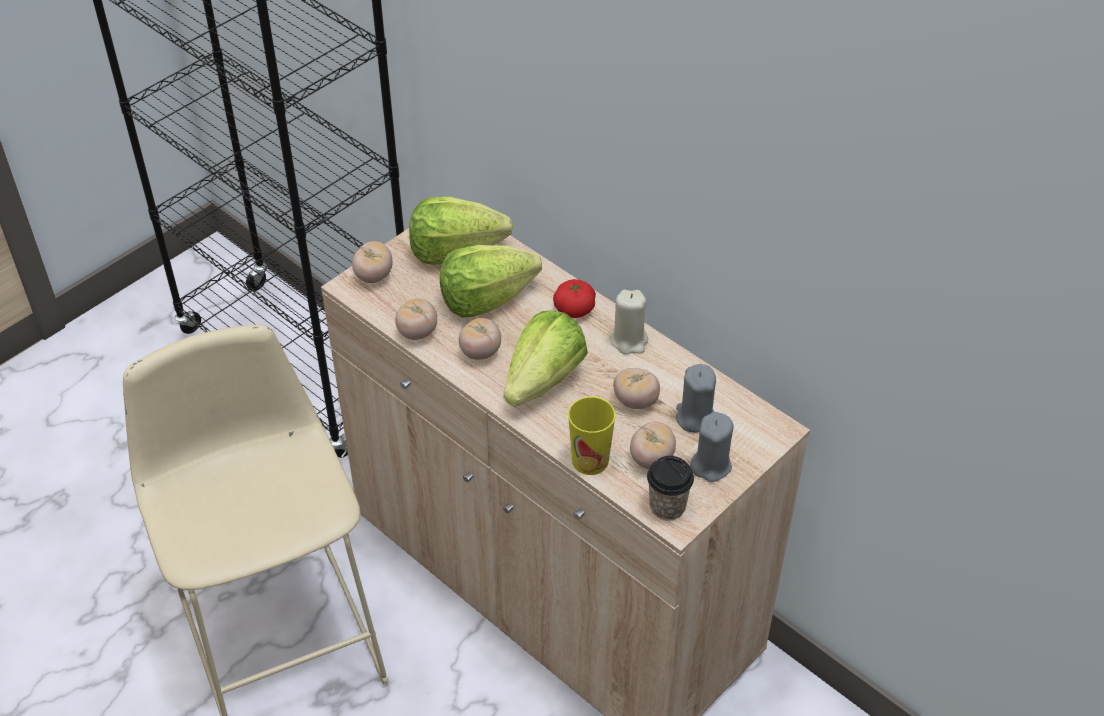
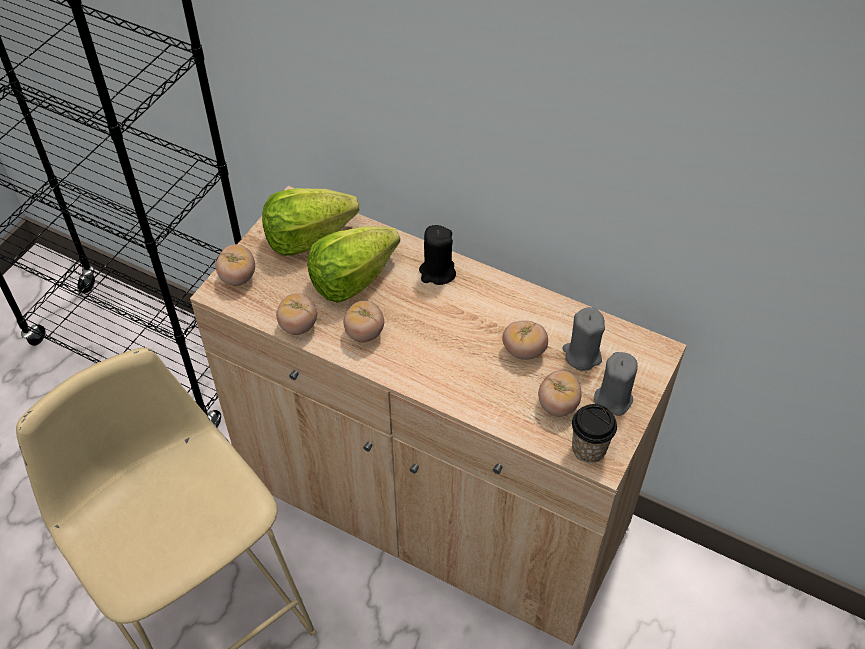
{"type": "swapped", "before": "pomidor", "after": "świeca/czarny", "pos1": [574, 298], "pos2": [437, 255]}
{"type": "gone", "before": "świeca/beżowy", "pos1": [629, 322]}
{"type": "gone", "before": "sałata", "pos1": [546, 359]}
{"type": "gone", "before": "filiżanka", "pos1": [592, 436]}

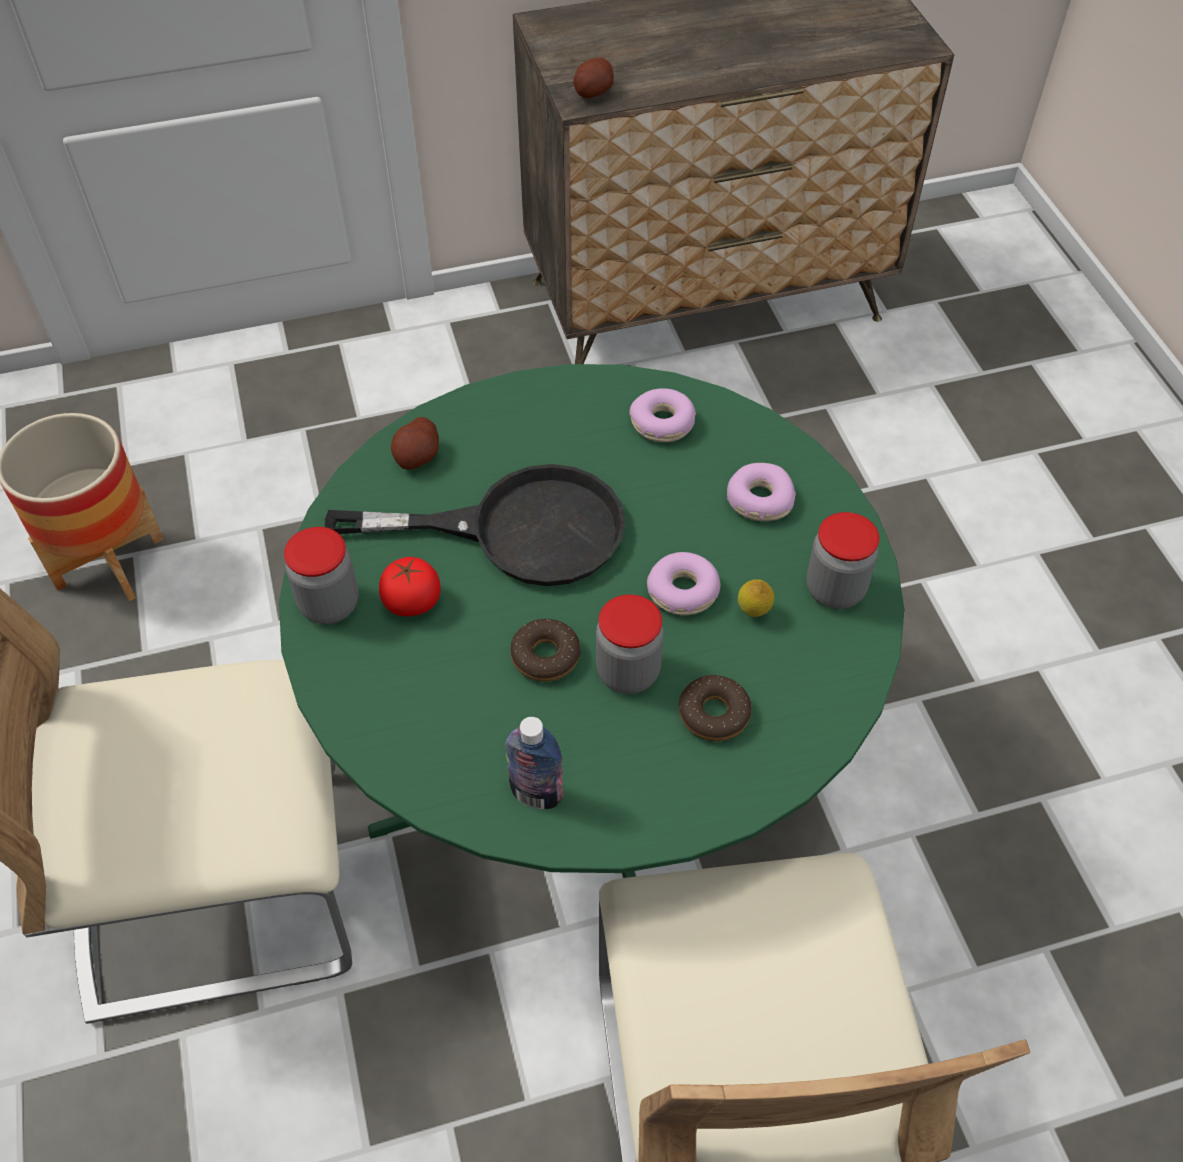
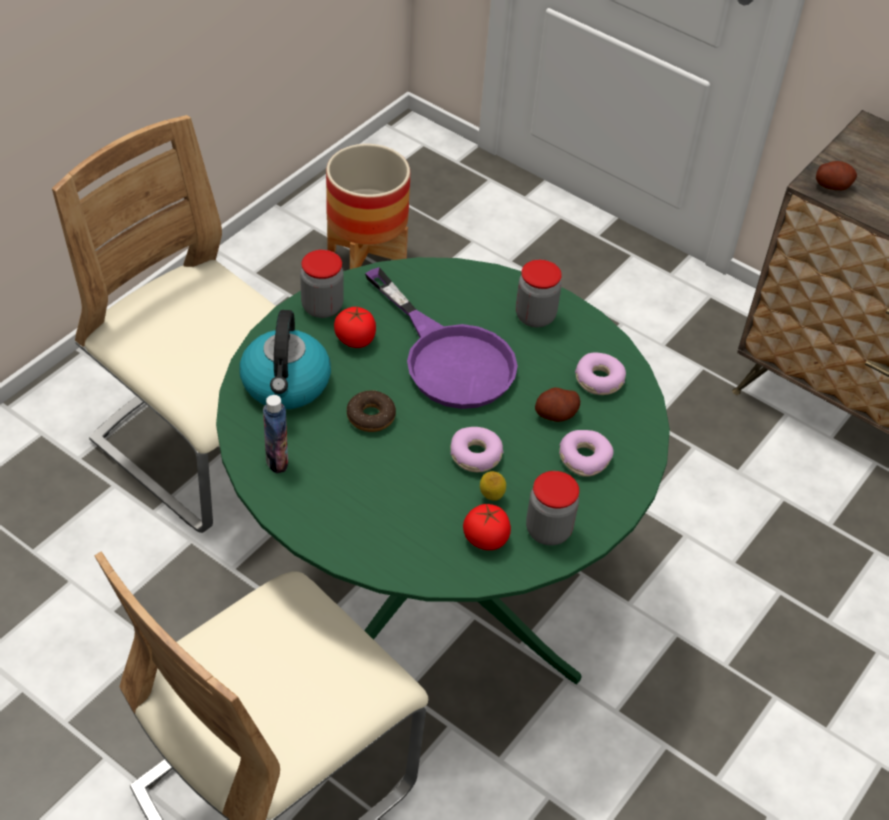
{"type": "shifted", "before": "ziemniak", "pos1": [415, 443], "pos2": [557, 404]}
{"type": "repainted", "before": "patelnia/czarny", "after": "patelnia/fioletowy", "pos1": [475, 525], "pos2": [441, 338]}
{"type": "shifted", "before": "słoik", "pos1": [630, 644], "pos2": [539, 293]}
{"type": "gone", "before": "donut", "pos1": [715, 708]}
{"type": "new", "after": "czajnik", "pos2": [285, 359]}
{"type": "new", "after": "pomidor", "pos2": [487, 527]}

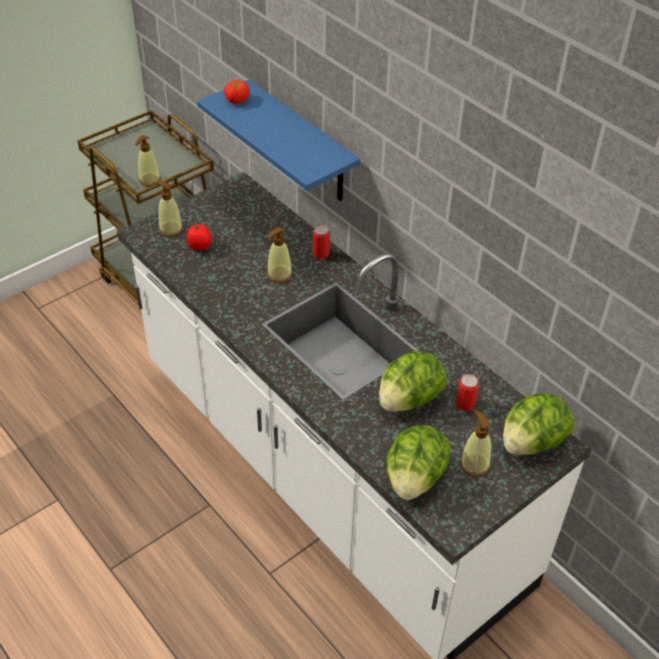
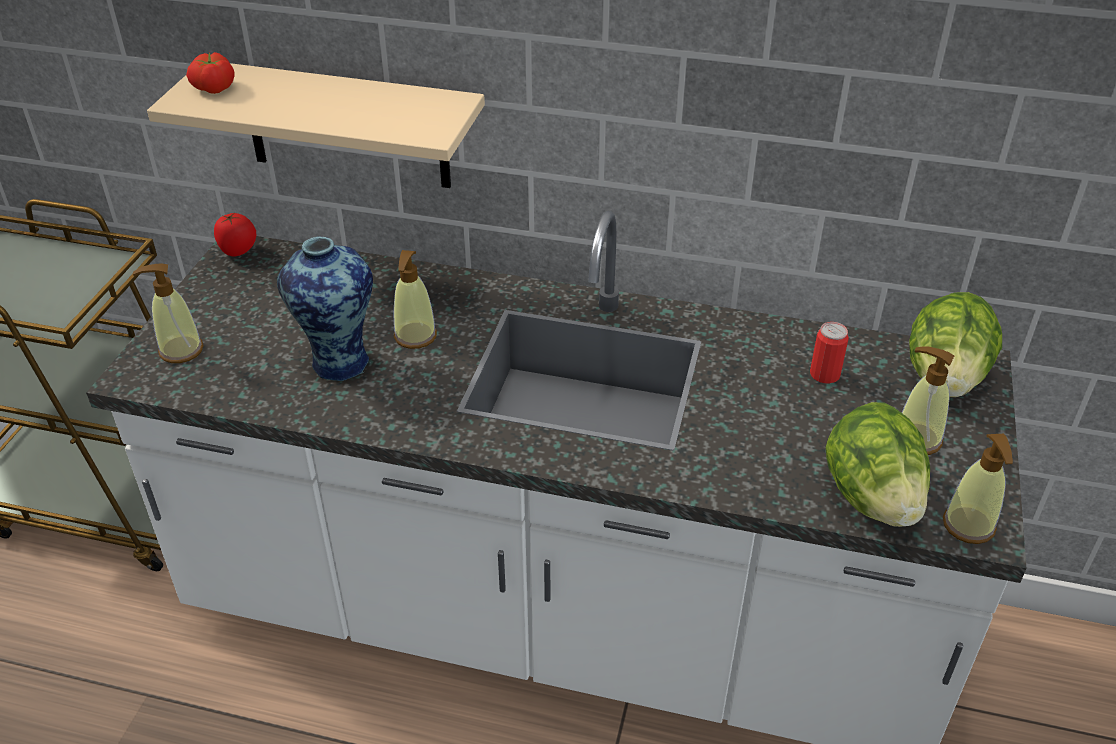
{"type": "repainted", "before": "półka/niebieski", "after": "półka/beżowy", "pos1": [278, 140], "pos2": [316, 125]}
{"type": "shifted", "before": "dozownik mydła", "pos1": [148, 160], "pos2": [978, 489]}
{"type": "shifted", "before": "pomidor", "pos1": [199, 237], "pos2": [235, 234]}
{"type": "gone", "before": "puszka", "pos1": [321, 242]}
{"type": "gone", "before": "sałata", "pos1": [413, 381]}
{"type": "new", "after": "wazon", "pos2": [325, 308]}

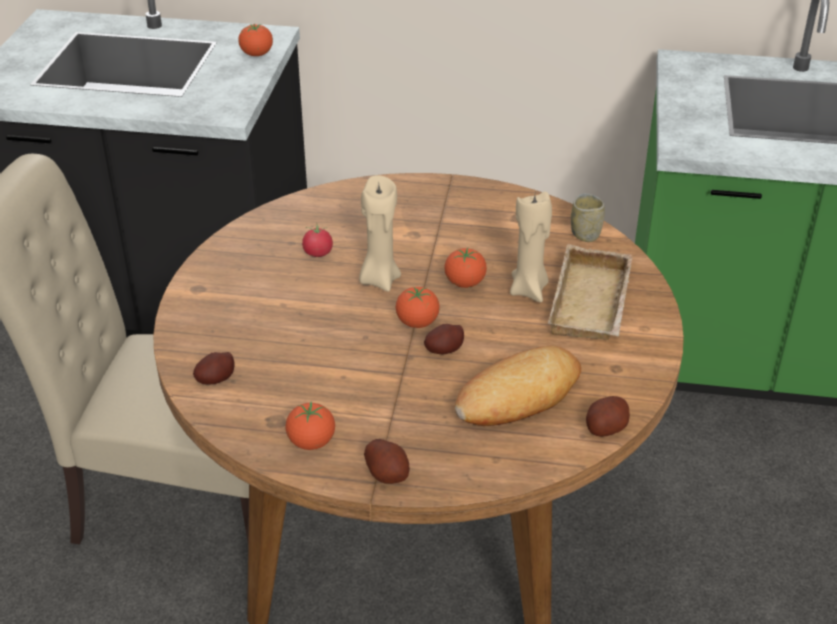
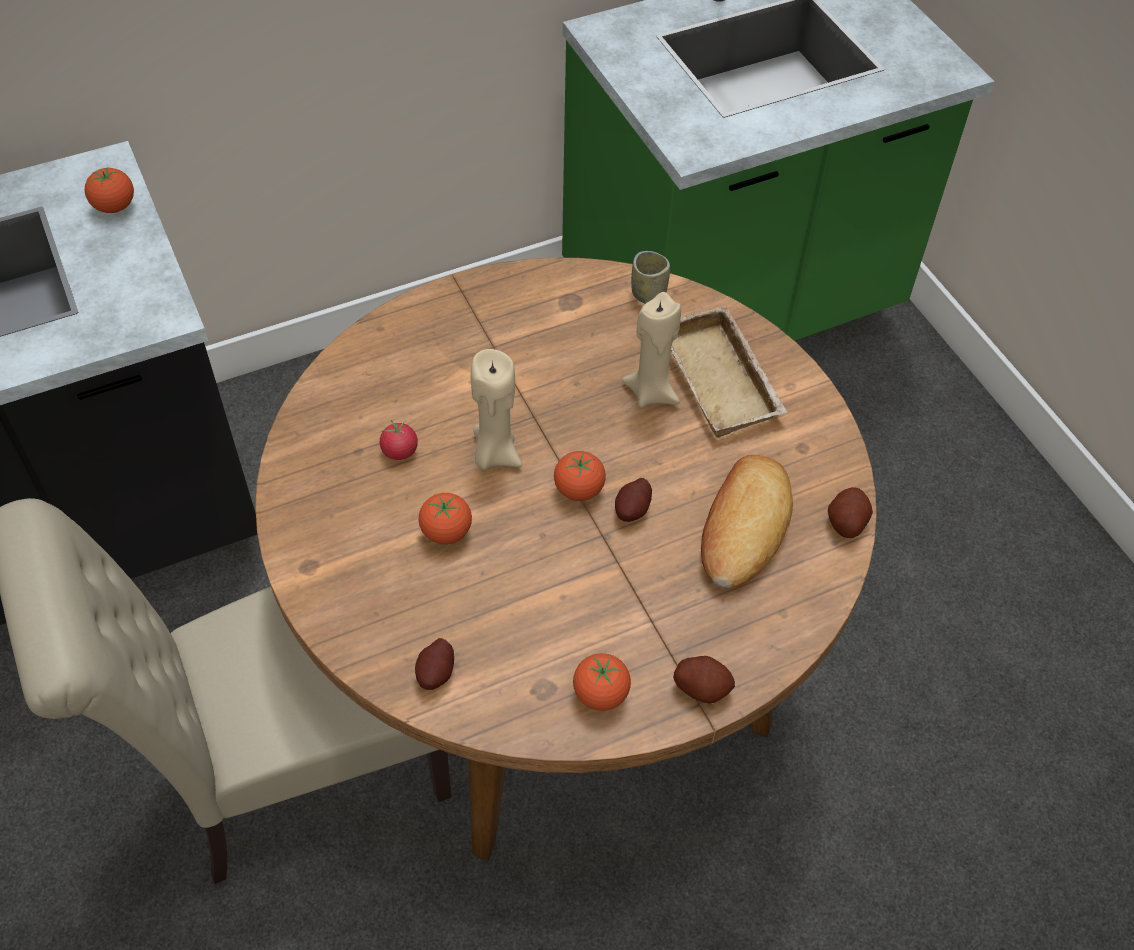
{"type": "shifted", "before": "pomidor", "pos1": [466, 268], "pos2": [445, 518]}

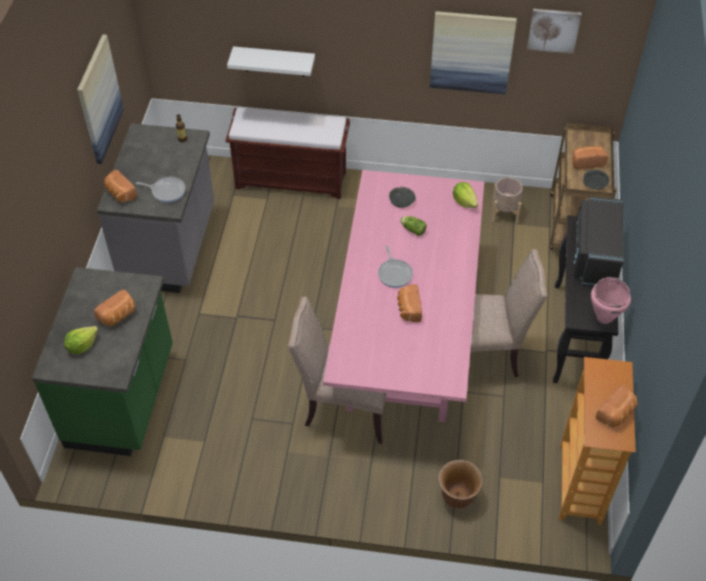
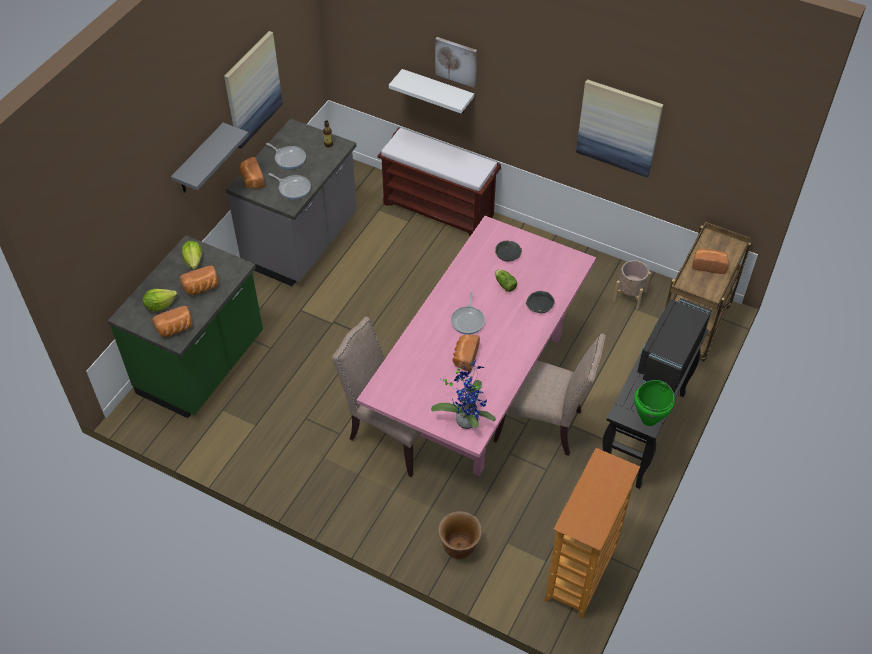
{"type": "shifted", "before": "obraz", "pos1": [554, 31], "pos2": [456, 62]}
{"type": "shifted", "before": "miska/szary", "pos1": [596, 179], "pos2": [540, 302]}
{"type": "shifted", "before": "sałata", "pos1": [465, 195], "pos2": [192, 255]}
{"type": "repainted", "before": "garnek/różowy", "after": "garnek/zielony", "pos1": [611, 300], "pos2": [654, 403]}
{"type": "shifted", "before": "chleb", "pos1": [617, 406], "pos2": [172, 321]}
{"type": "new", "after": "półka/szary", "pos2": [210, 158]}
{"type": "new", "after": "patelnia", "pos2": [286, 156]}
{"type": "new", "after": "roślina doniczkowa", "pos2": [463, 394]}

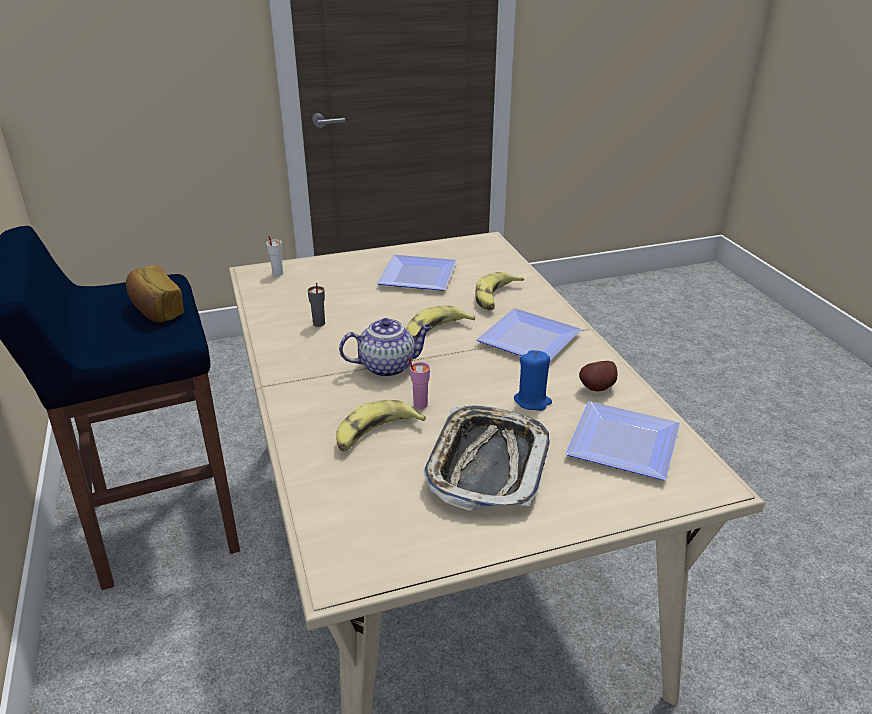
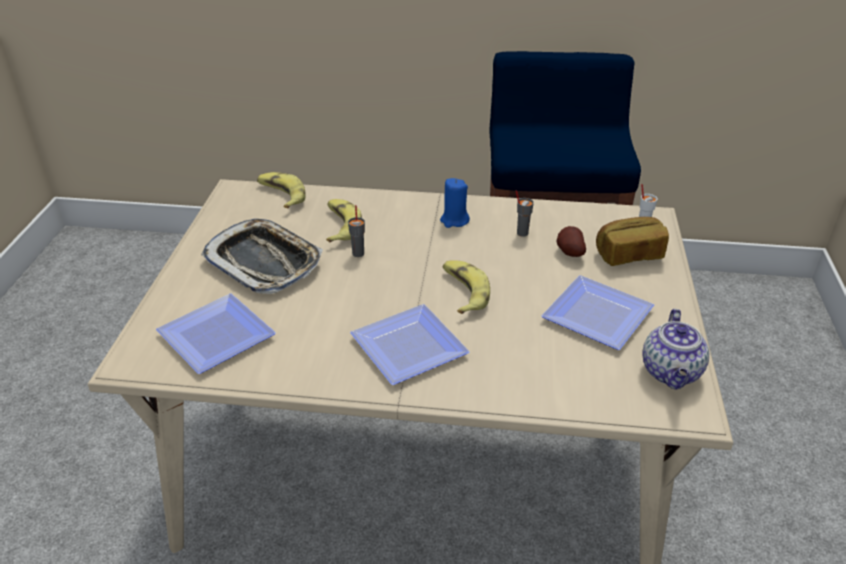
{"type": "shifted", "before": "chleb", "pos1": [155, 293], "pos2": [632, 241]}
{"type": "shifted", "before": "banan", "pos1": [499, 291], "pos2": [281, 190]}
{"type": "shifted", "before": "imbryk", "pos1": [385, 347], "pos2": [675, 349]}
{"type": "shifted", "before": "świeca/niebieski", "pos1": [533, 380], "pos2": [455, 203]}
{"type": "repainted", "before": "filiżanka/różowy", "after": "filiżanka/szary", "pos1": [419, 383], "pos2": [356, 231]}
{"type": "shifted", "before": "ziemniak", "pos1": [598, 376], "pos2": [571, 241]}

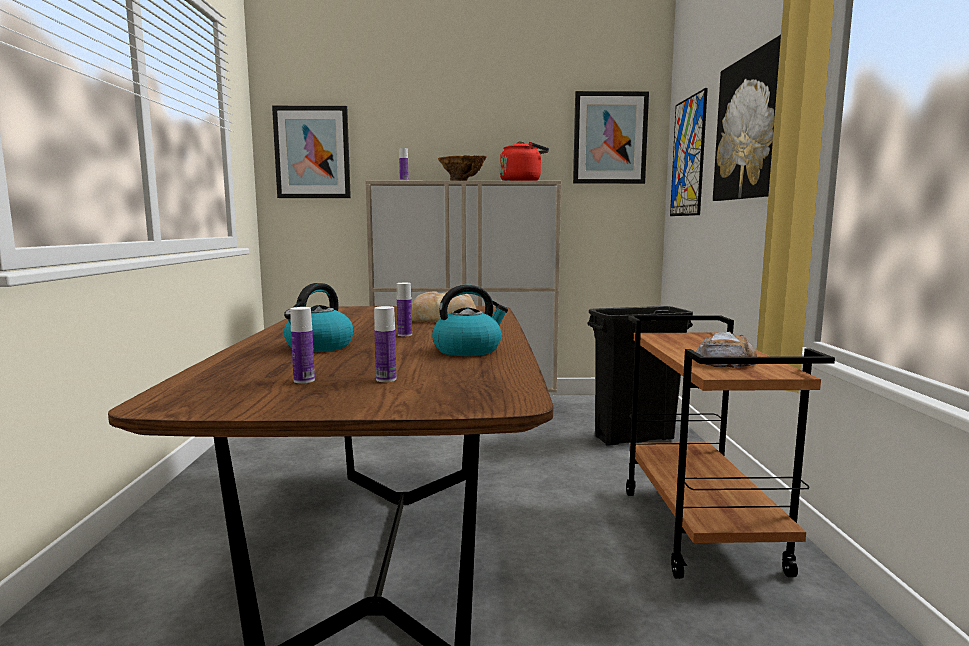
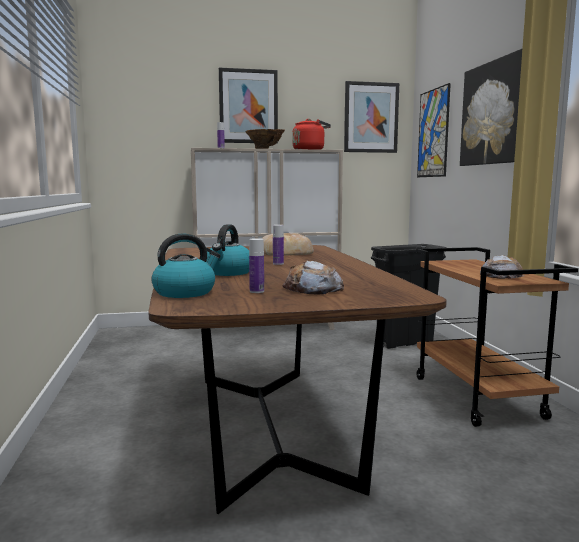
{"type": "shifted", "before": "obraz", "pos1": [311, 152], "pos2": [248, 106]}
{"type": "shifted", "before": "czajnik", "pos1": [470, 320], "pos2": [186, 266]}
{"type": "swapped", "before": "butelka", "after": "chleb", "pos1": [385, 344], "pos2": [313, 278]}

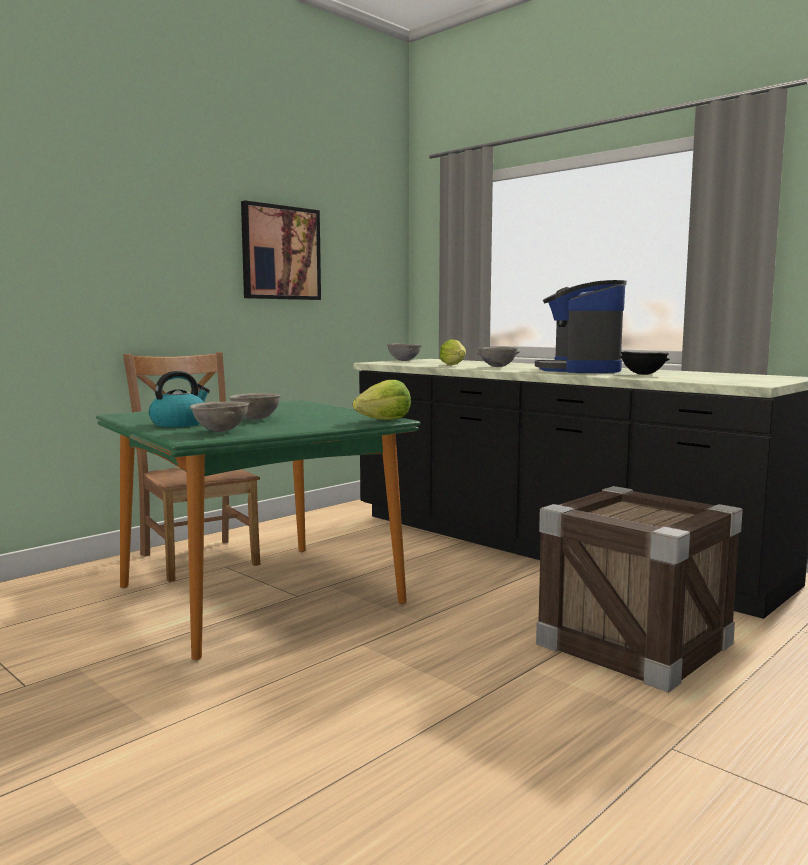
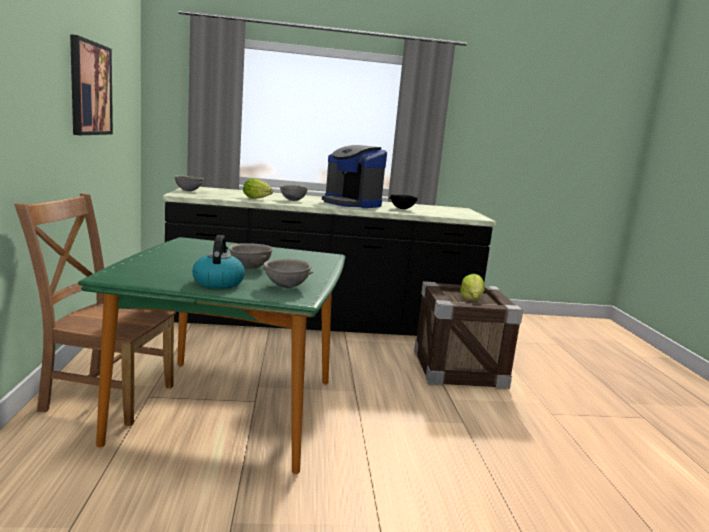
{"type": "shifted", "before": "sałata", "pos1": [382, 400], "pos2": [472, 287]}

